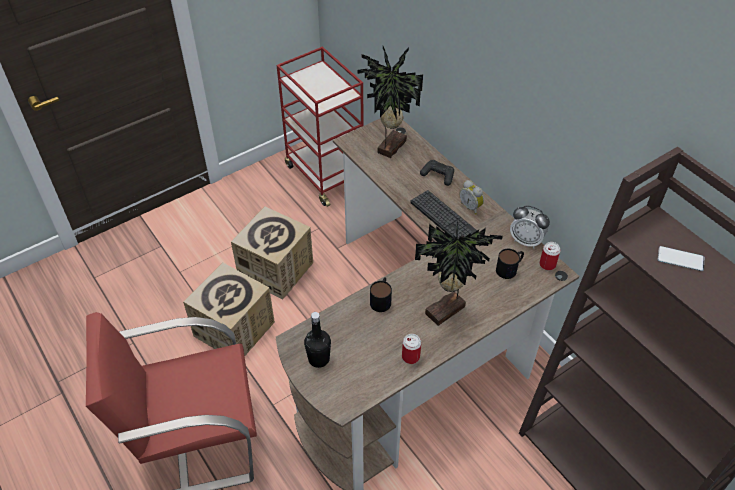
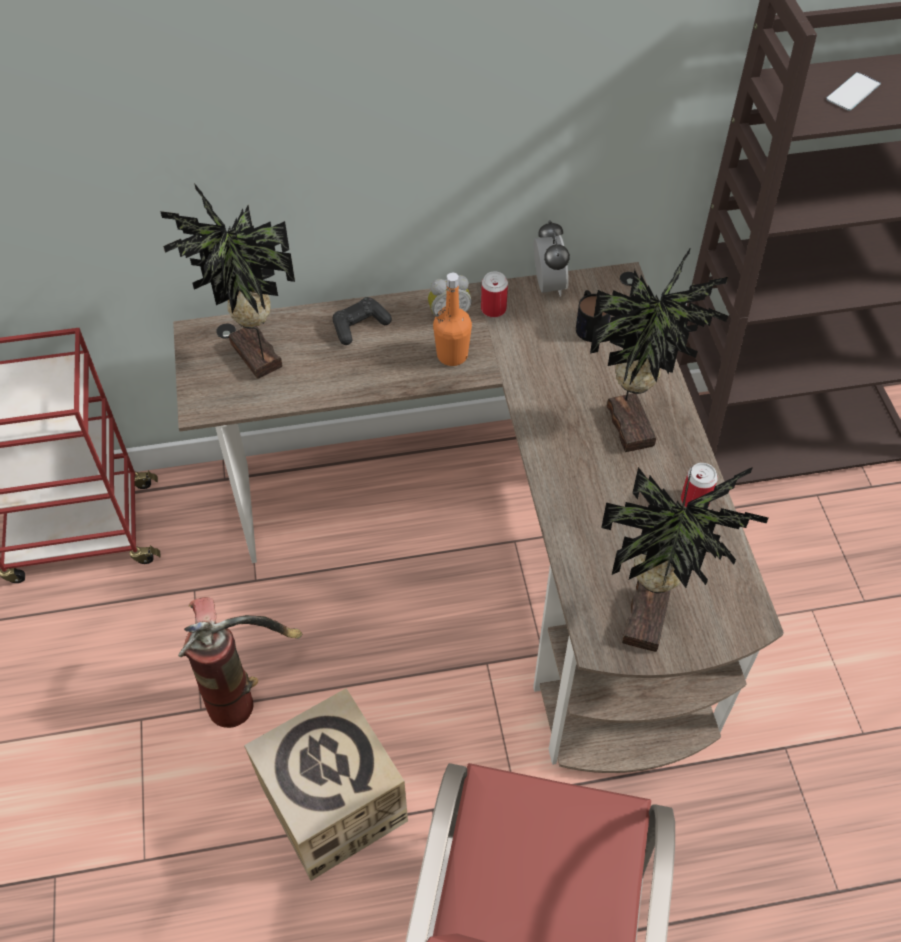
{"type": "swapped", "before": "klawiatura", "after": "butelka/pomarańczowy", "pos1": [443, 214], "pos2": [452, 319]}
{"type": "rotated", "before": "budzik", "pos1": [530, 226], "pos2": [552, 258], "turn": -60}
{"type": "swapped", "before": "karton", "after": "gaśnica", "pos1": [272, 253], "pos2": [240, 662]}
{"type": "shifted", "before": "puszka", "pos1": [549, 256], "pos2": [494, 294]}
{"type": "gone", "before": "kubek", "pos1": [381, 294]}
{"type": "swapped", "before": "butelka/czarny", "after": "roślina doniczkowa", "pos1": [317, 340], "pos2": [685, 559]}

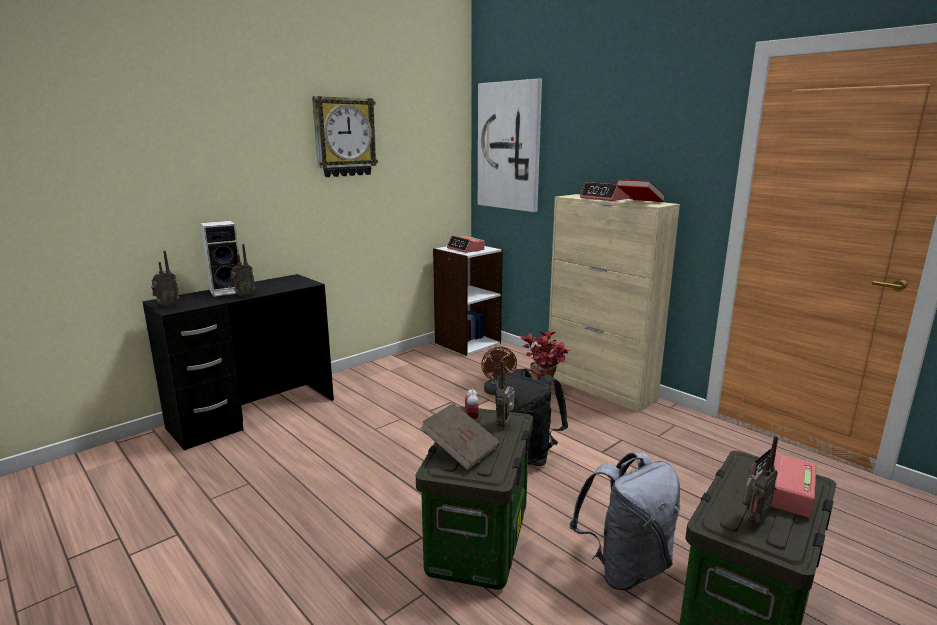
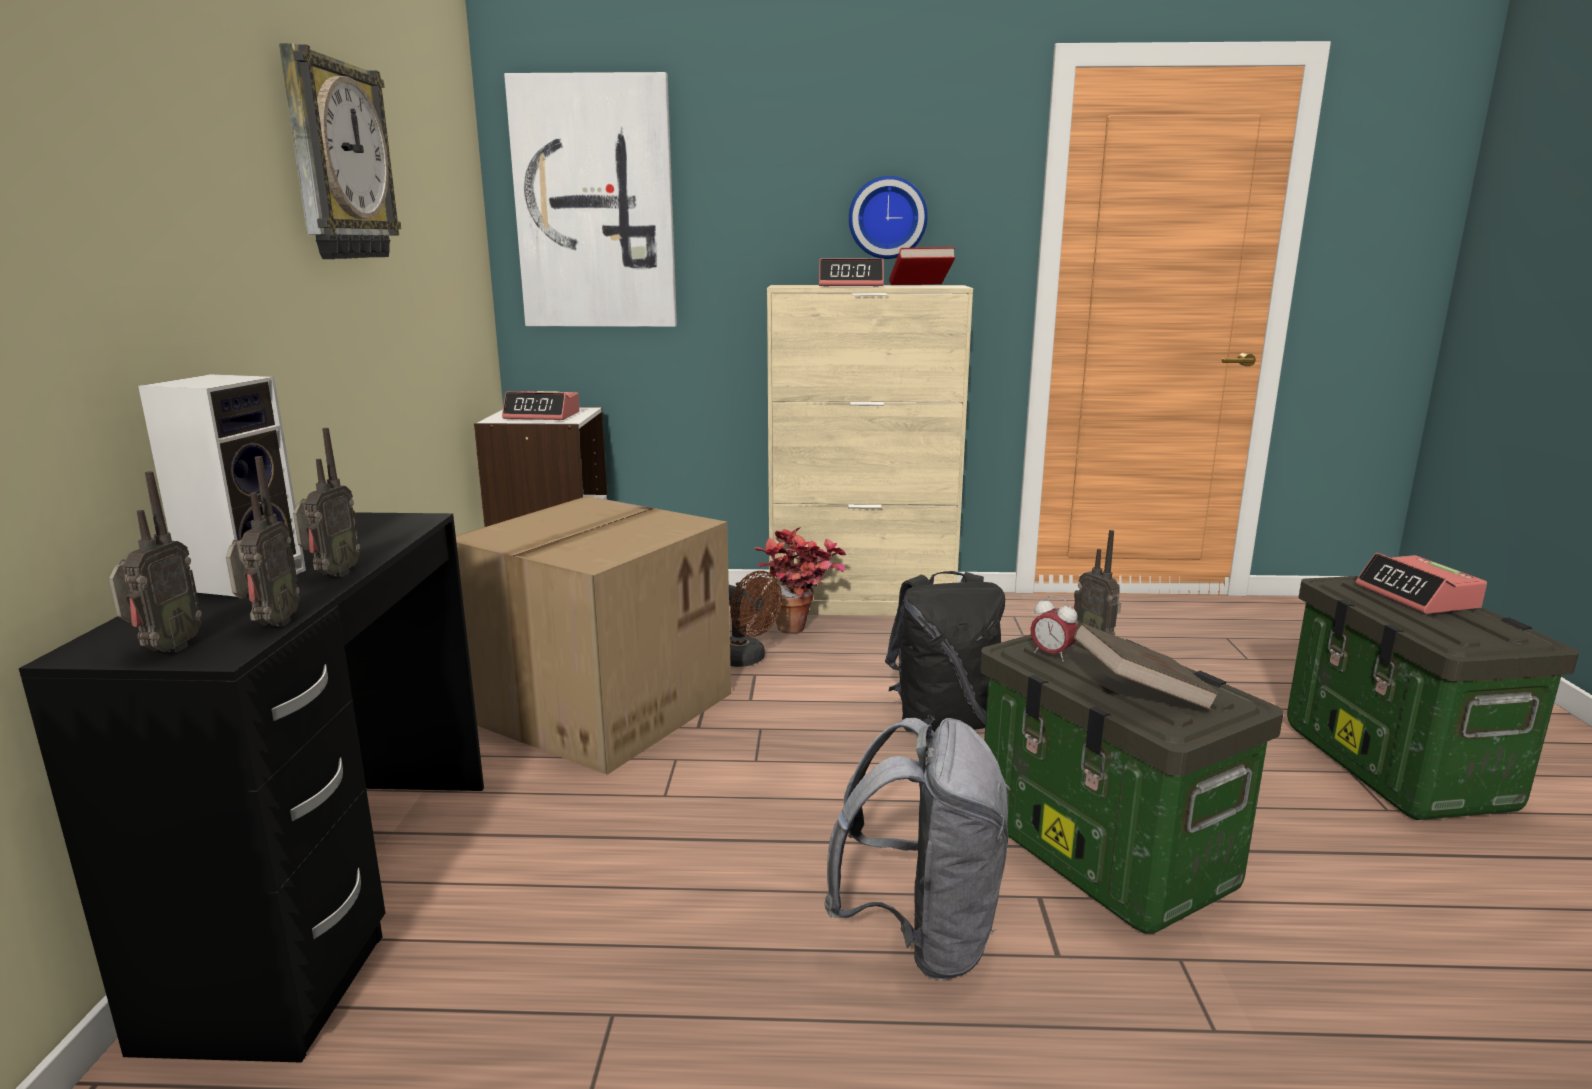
{"type": "shifted", "before": "radio", "pos1": [760, 480], "pos2": [263, 541]}
{"type": "shifted", "before": "plecak/szary", "pos1": [625, 521], "pos2": [917, 849]}
{"type": "new", "after": "zegar ścienny", "pos2": [888, 217]}
{"type": "new", "after": "karton", "pos2": [593, 635]}

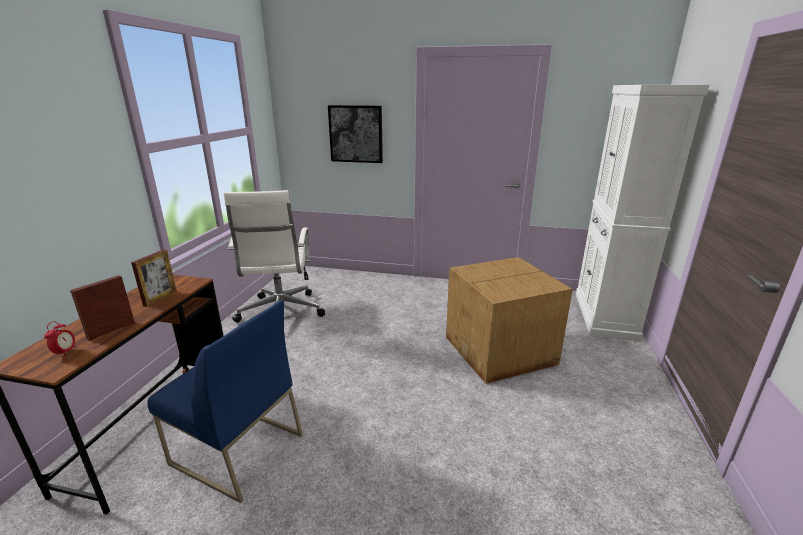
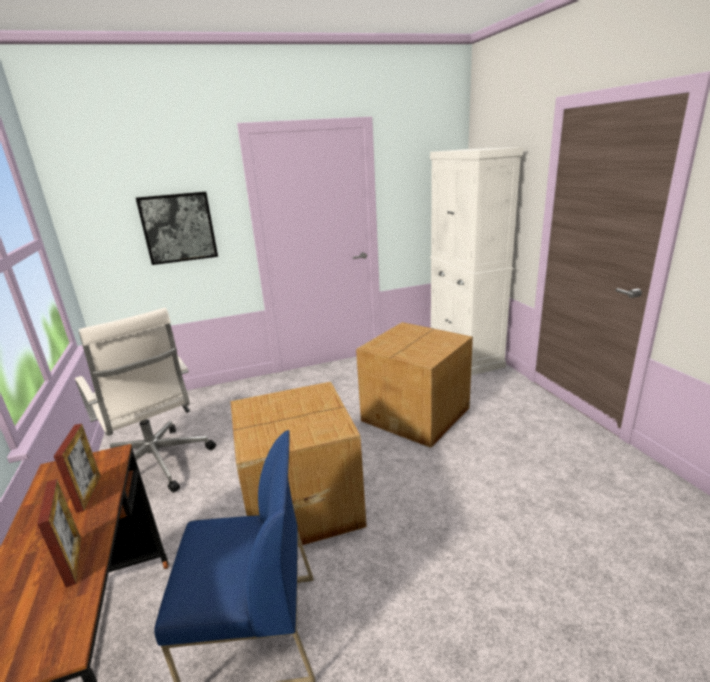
{"type": "rotated", "before": "ramka na zdjęcie", "pos1": [102, 308], "pos2": [59, 533], "turn": 150}
{"type": "gone", "before": "budzik", "pos1": [60, 339]}
{"type": "new", "after": "karton", "pos2": [298, 464]}

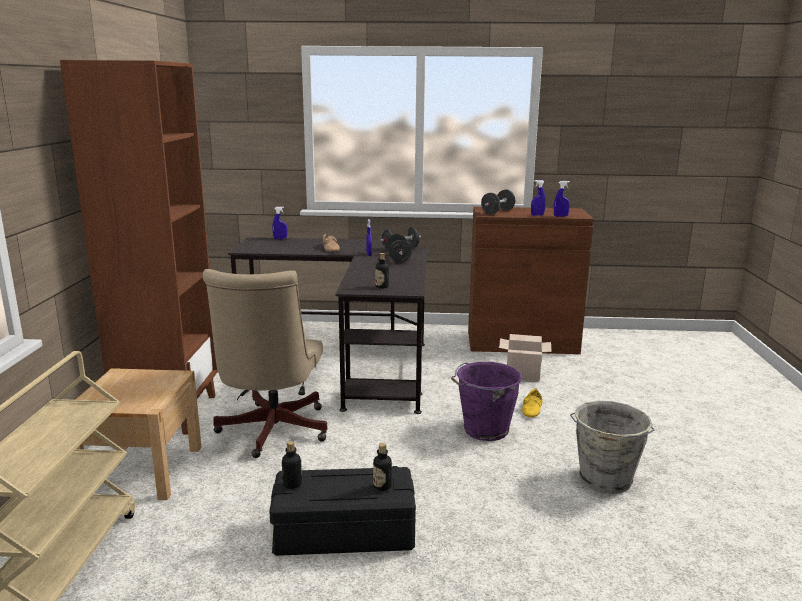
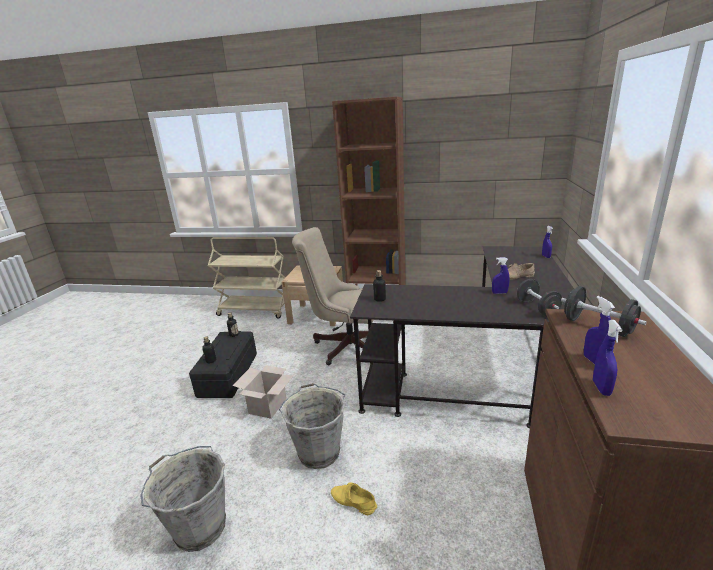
{"type": "gone", "before": "hantel/czarny", "pos1": [399, 248]}
{"type": "shifted", "before": "karton", "pos1": [525, 357], "pos2": [263, 392]}
{"type": "repainted", "before": "wiadro/fioletowy", "after": "wiadro/szary", "pos1": [486, 401], "pos2": [312, 426]}

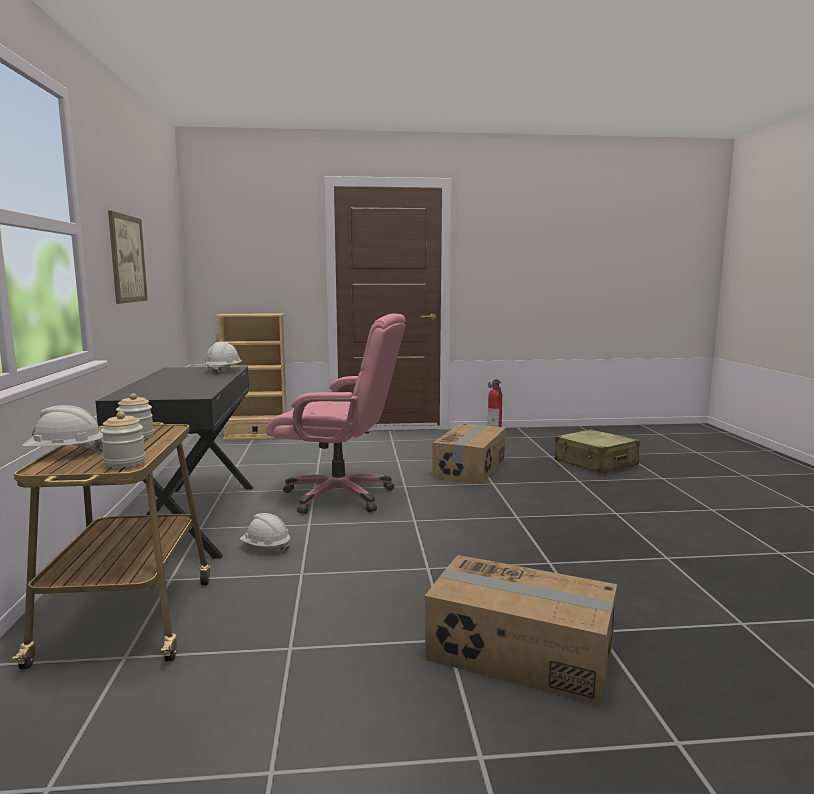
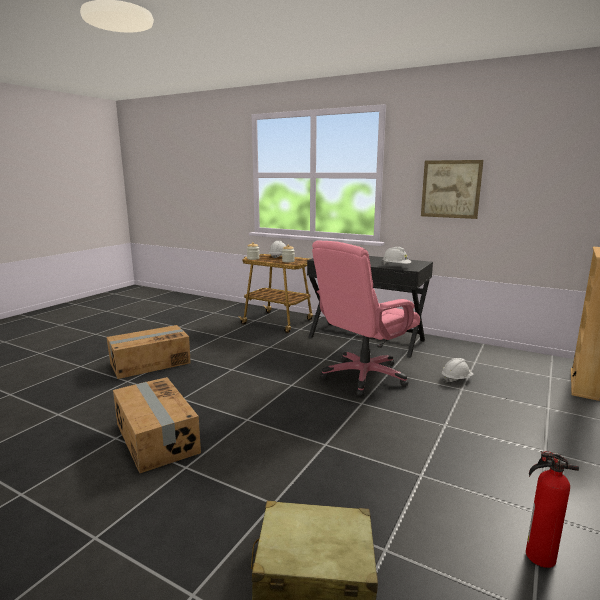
{"type": "shifted", "before": "karton", "pos1": [469, 454], "pos2": [157, 425]}
{"type": "shifted", "before": "kask/biały", "pos1": [265, 532], "pos2": [458, 370]}

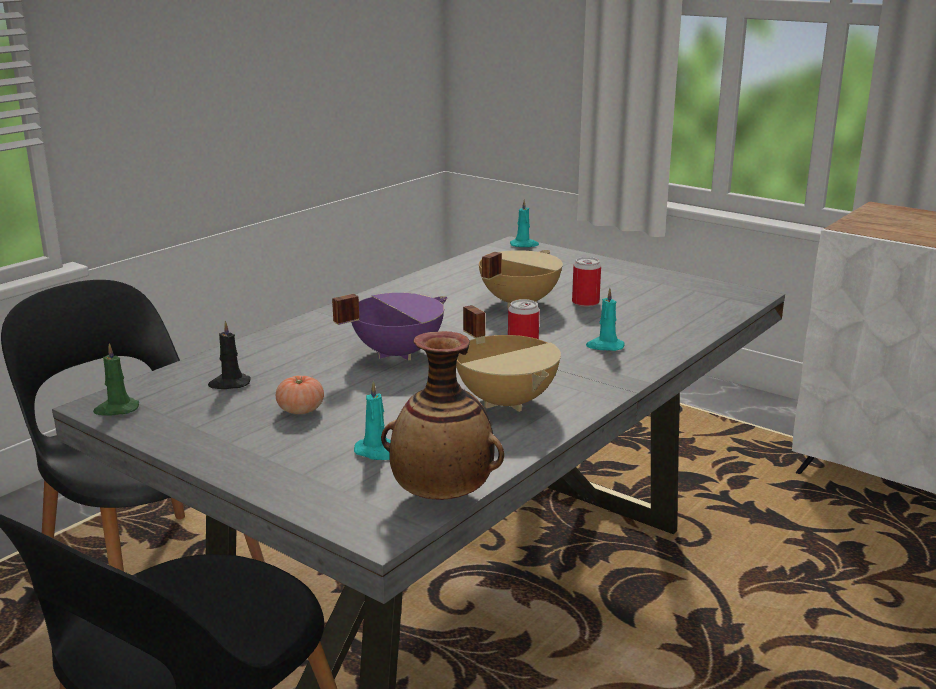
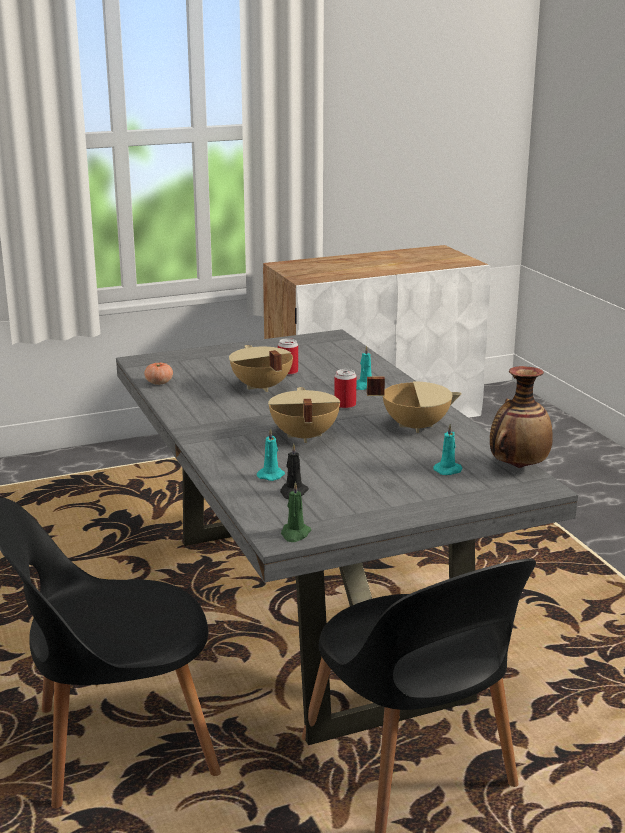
{"type": "shifted", "before": "świeca/turkusowy", "pos1": [524, 223], "pos2": [271, 454]}
{"type": "repainted", "before": "garnek/fioletowy", "after": "garnek/beżowy", "pos1": [389, 327], "pos2": [304, 415]}
{"type": "shifted", "before": "pomidor", "pos1": [300, 395], "pos2": [158, 373]}

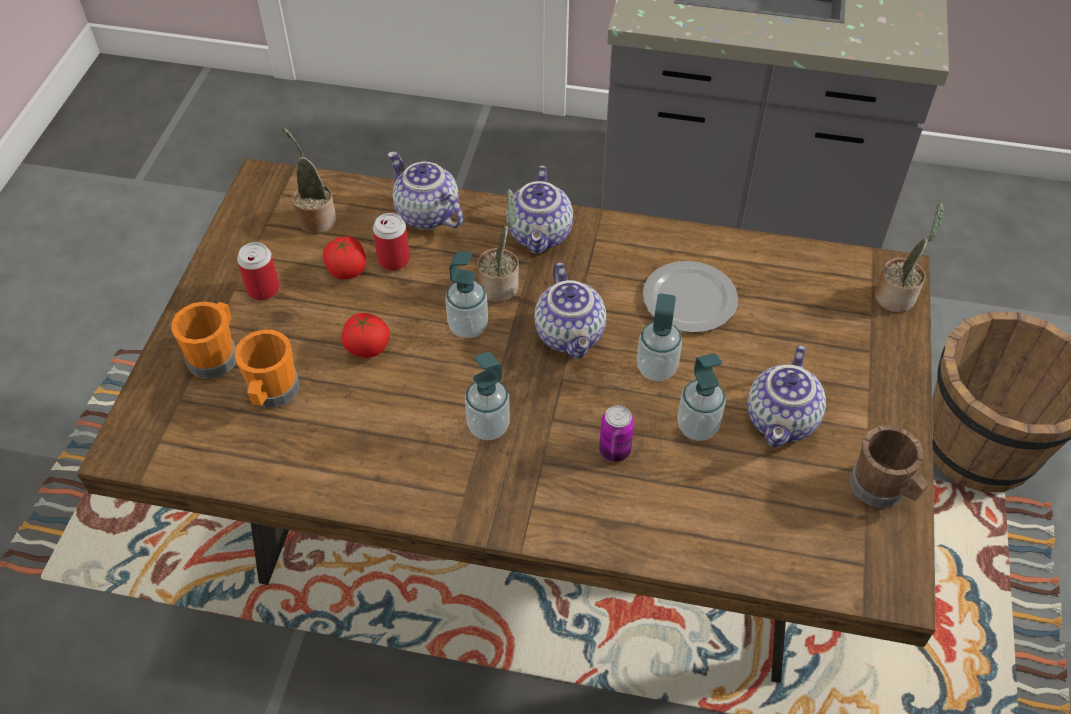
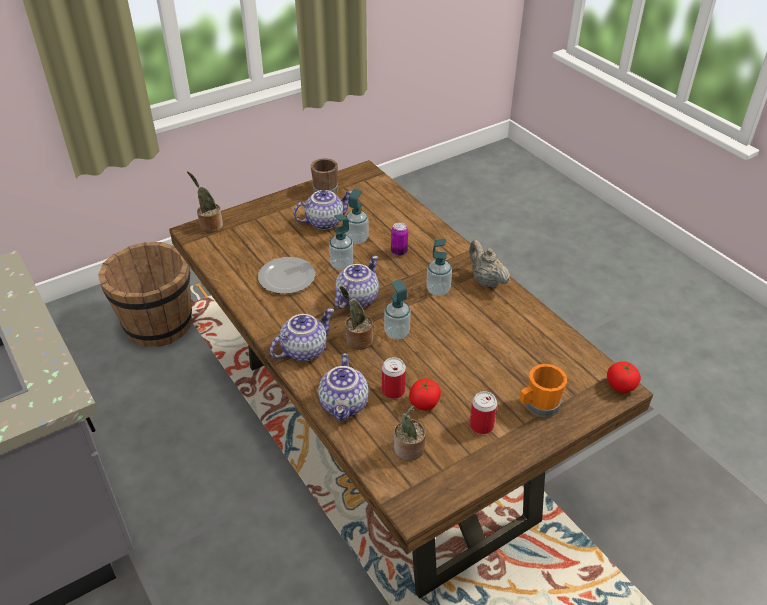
{"type": "shifted", "before": "pomidor", "pos1": [365, 335], "pos2": [624, 377]}
{"type": "gone", "before": "kubek/pomarańczowy", "pos1": [267, 369]}
{"type": "new", "after": "imbryk/beżowy", "pos2": [489, 263]}

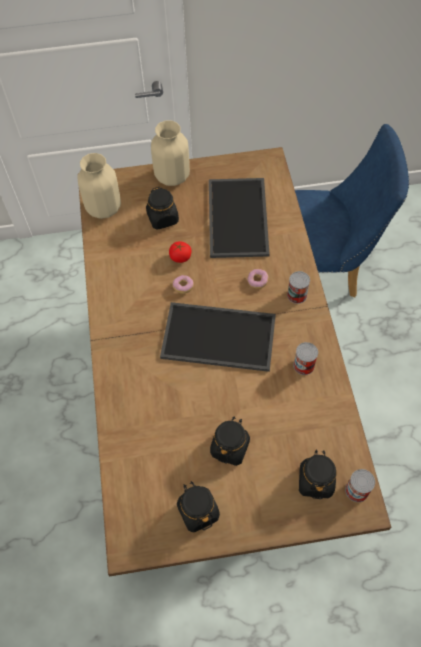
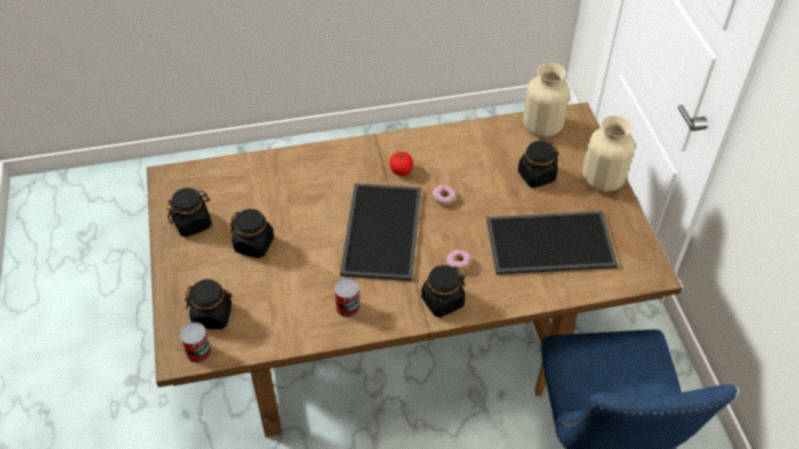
{"type": "shifted", "before": "pomidor", "pos1": [180, 252], "pos2": [401, 163]}
{"type": "swapped", "before": "puszka", "after": "słoik/czarny", "pos1": [298, 287], "pos2": [443, 291]}

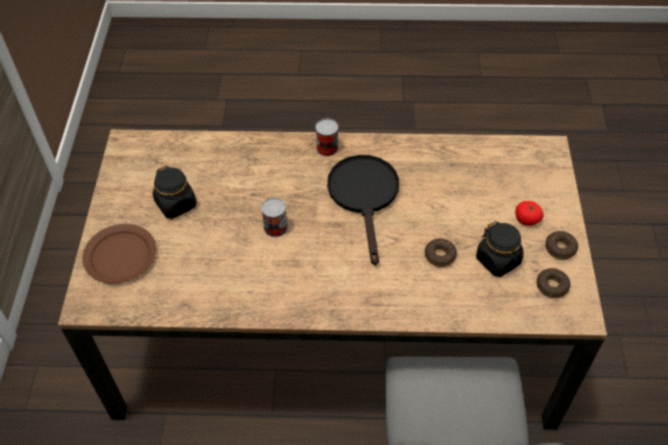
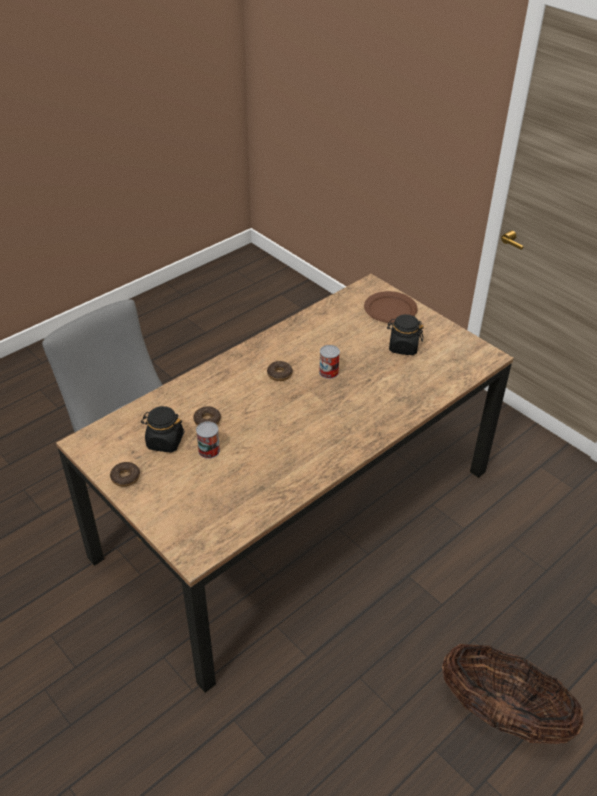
{"type": "shifted", "before": "puszka", "pos1": [327, 137], "pos2": [208, 440]}
{"type": "gone", "before": "patelnia/czarny", "pos1": [363, 210]}
{"type": "gone", "before": "pomidor", "pos1": [529, 213]}
{"type": "shifted", "before": "donut", "pos1": [553, 283], "pos2": [280, 371]}
{"type": "new", "after": "koszyk", "pos2": [513, 694]}

